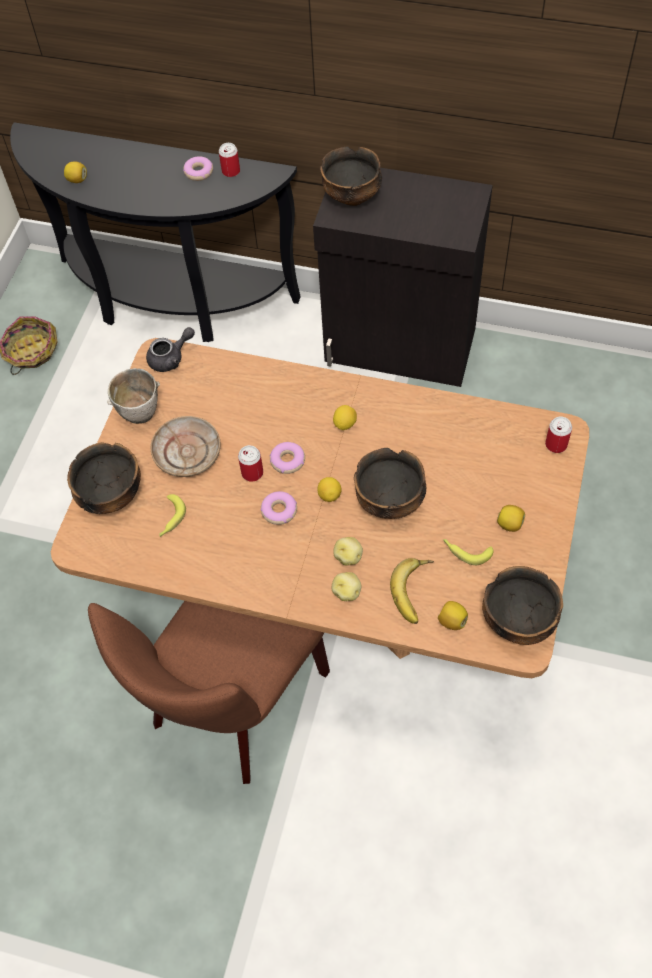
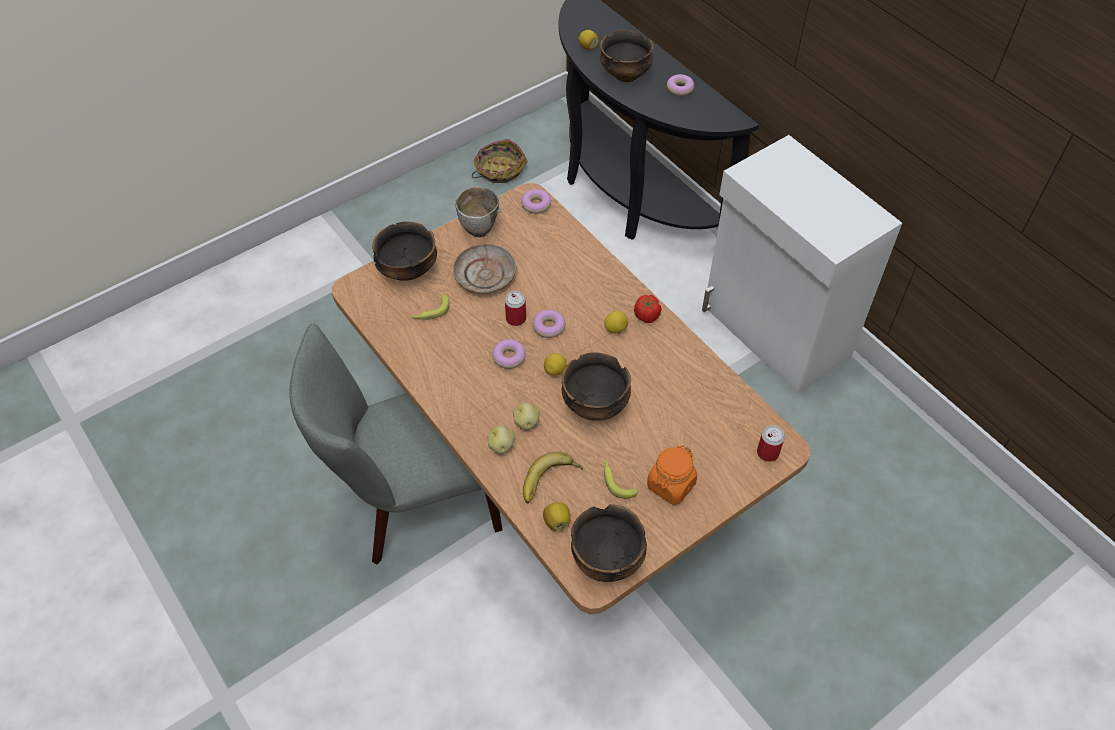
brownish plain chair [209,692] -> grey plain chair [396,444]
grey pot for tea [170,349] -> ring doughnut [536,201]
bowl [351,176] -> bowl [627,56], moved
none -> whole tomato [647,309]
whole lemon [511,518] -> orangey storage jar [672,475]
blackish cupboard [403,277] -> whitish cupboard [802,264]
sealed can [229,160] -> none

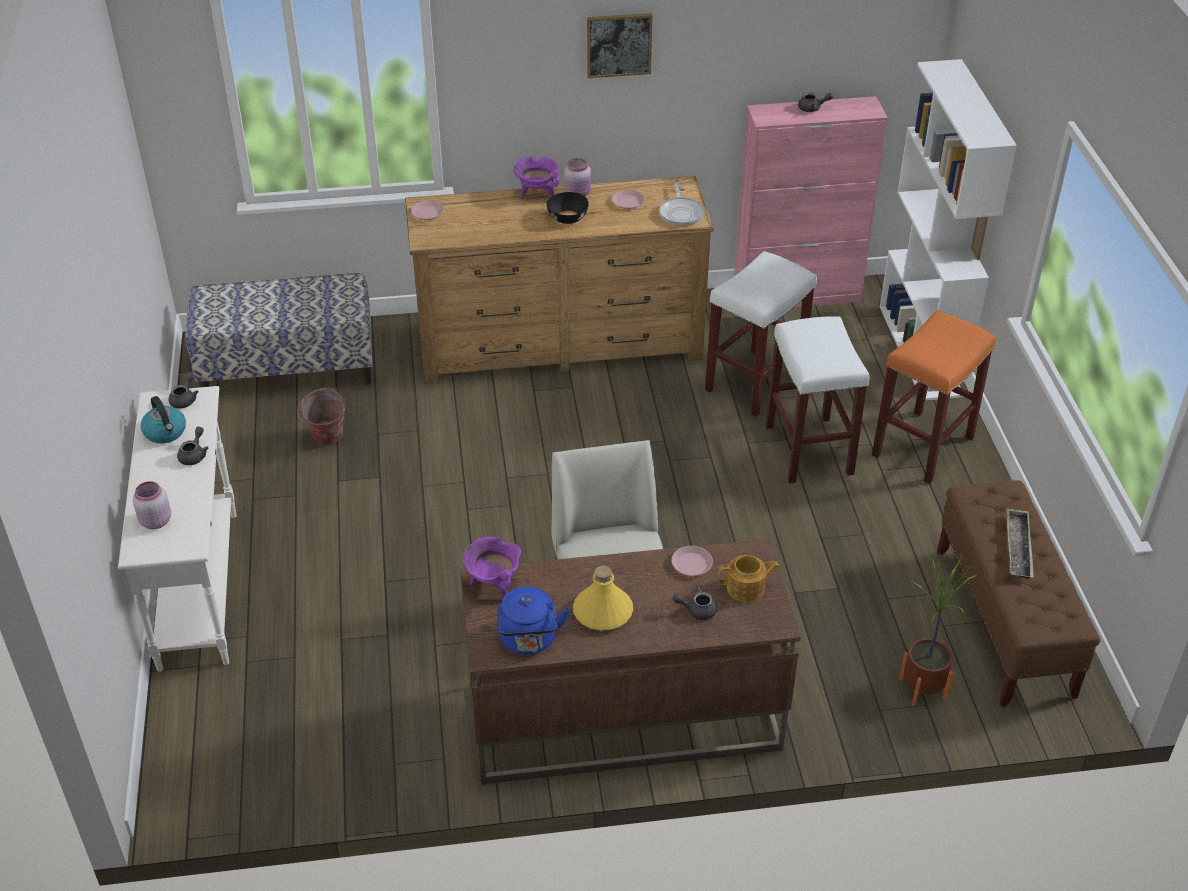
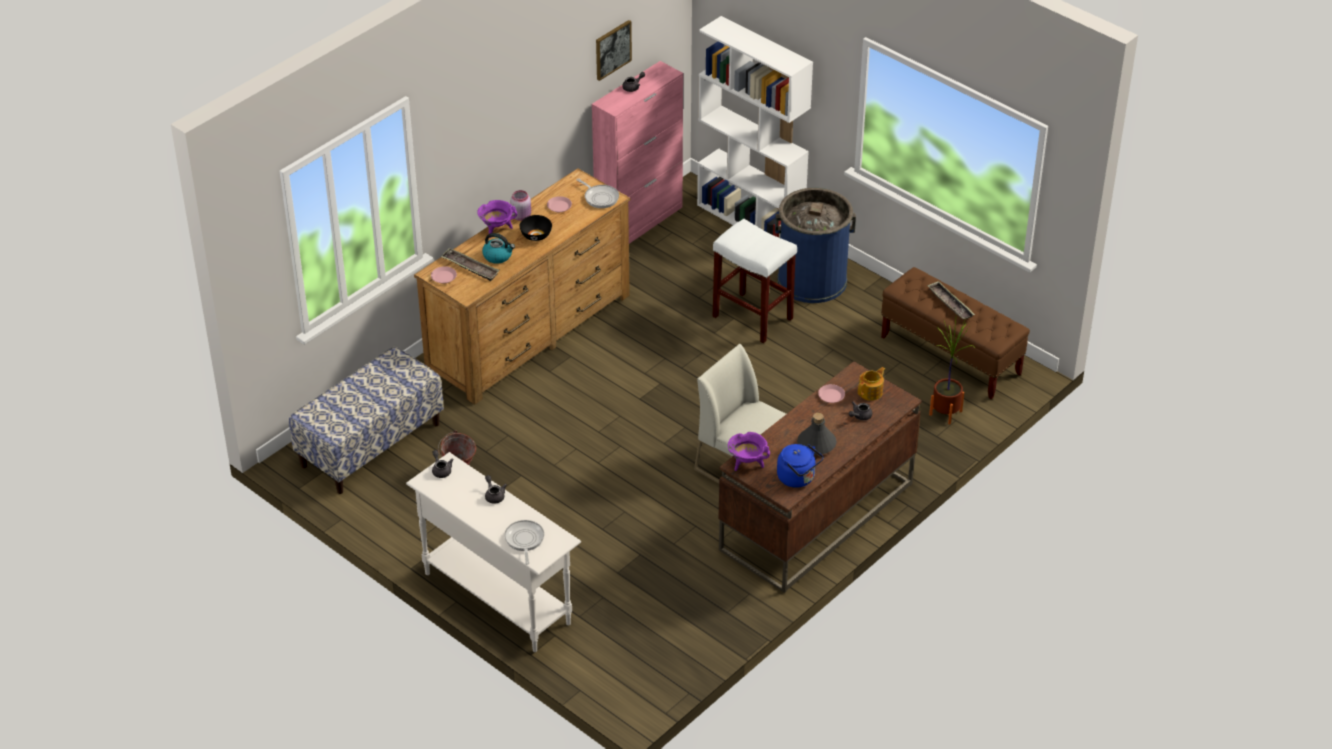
none -> tray [470,264]
kettle [163,419] -> kettle [498,248], moved
pink storage jar [152,505] -> skillet [524,542]
wall art [620,45] -> wall art [614,50], moved
orangey stool [934,397] -> bluish rubbish bin [815,245]
yellow beverage bottle [603,598] -> grey beverage bottle [817,434]
whitish stool [761,334] -> none

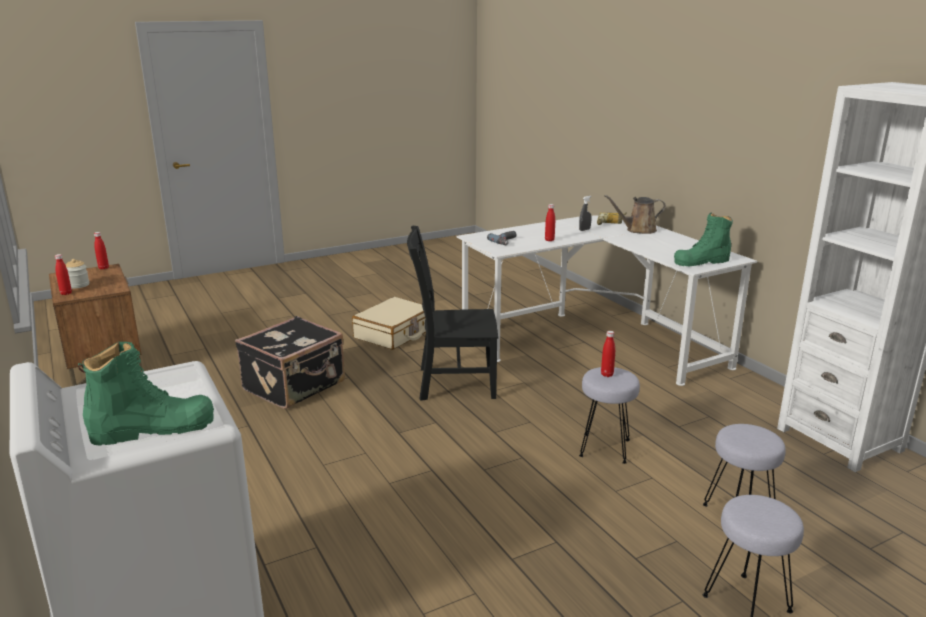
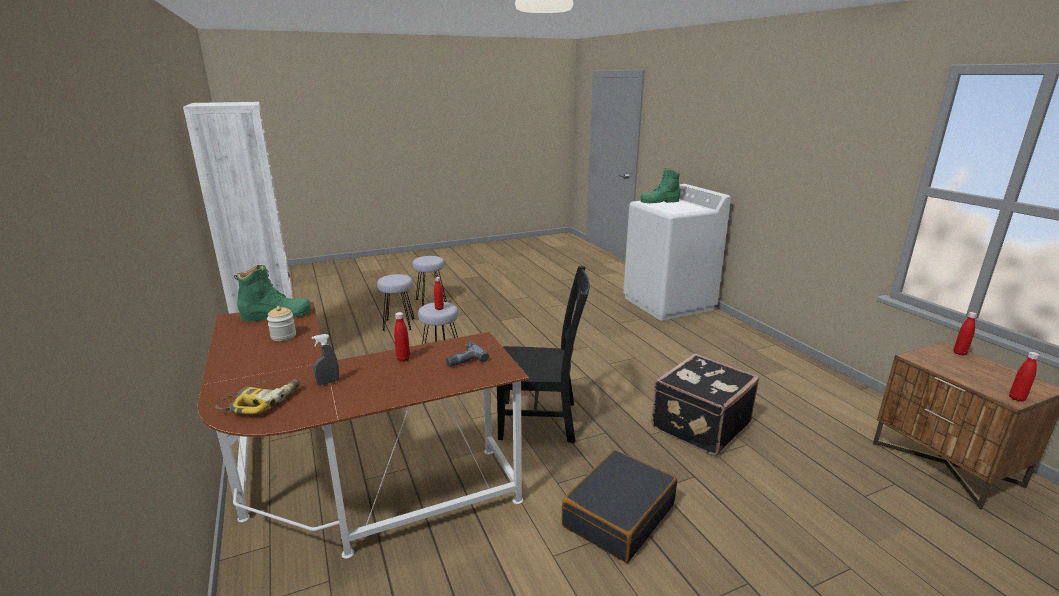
whitish desk [606,301] -> brownish desk [363,430]
storage jar [77,274] -> storage jar [281,323], moved
beige-coloured travel case [389,323] -> blackish travel case [619,506]
brownish watering pot [635,214] -> none

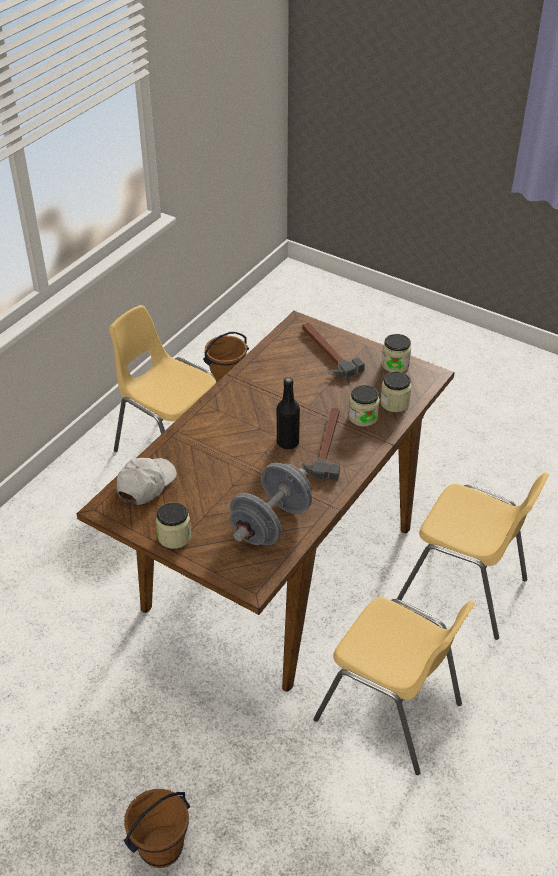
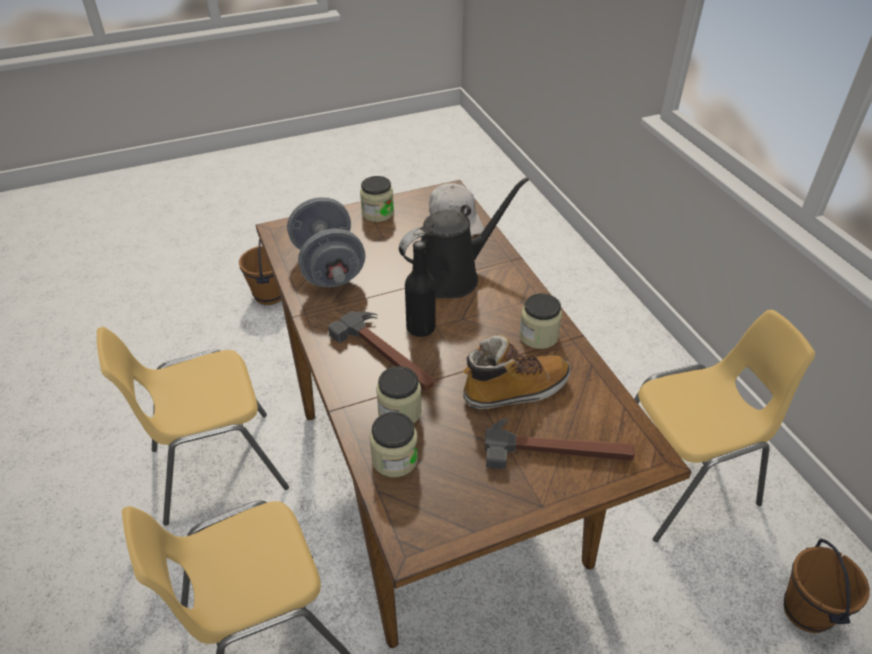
none -> blackish watering pot [464,237]
none -> boot [516,372]
storage jar [396,353] -> storage jar [540,321], moved

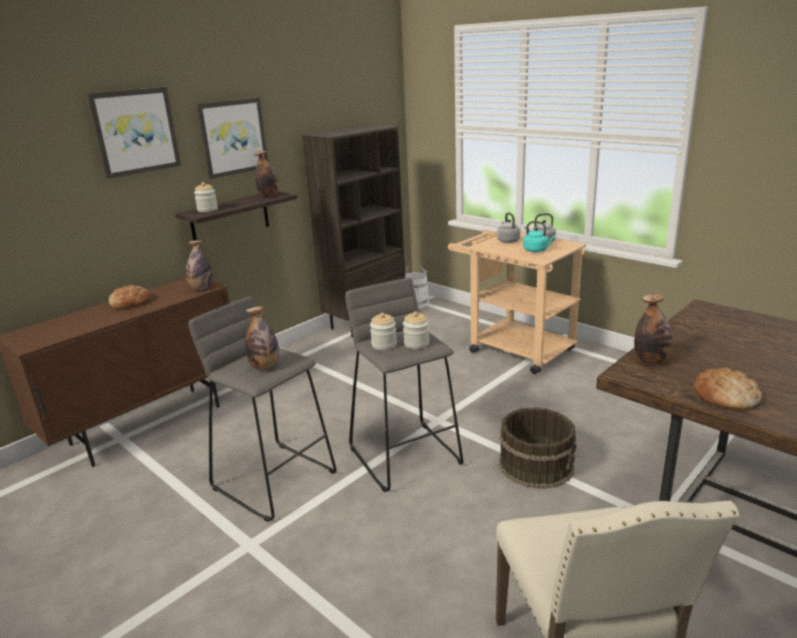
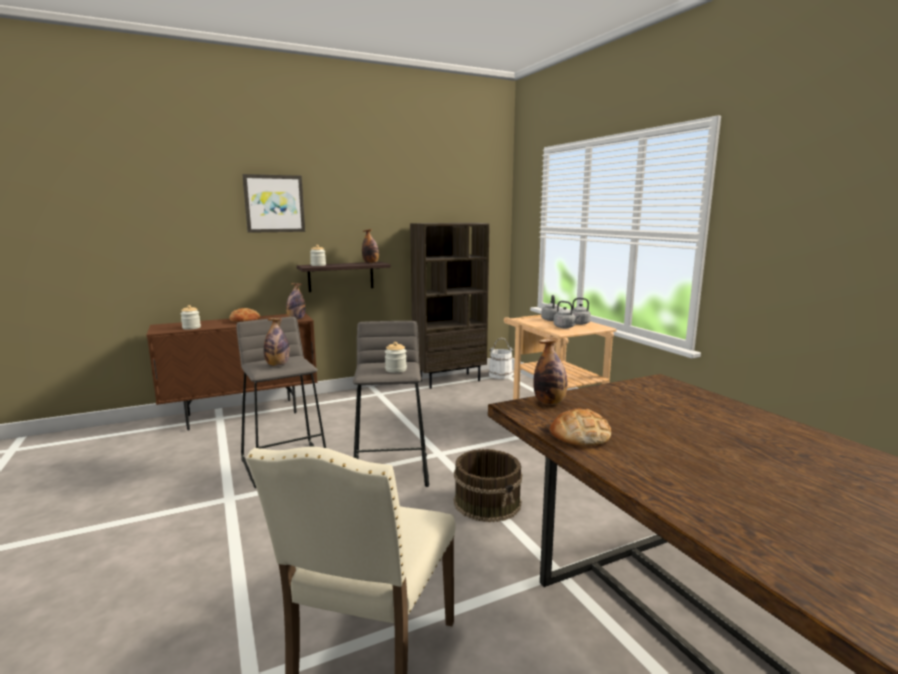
storage jar [383,331] -> storage jar [190,317], moved
turquoise-coloured kettle [539,236] -> grey kettle [566,314]
wall art [232,138] -> none

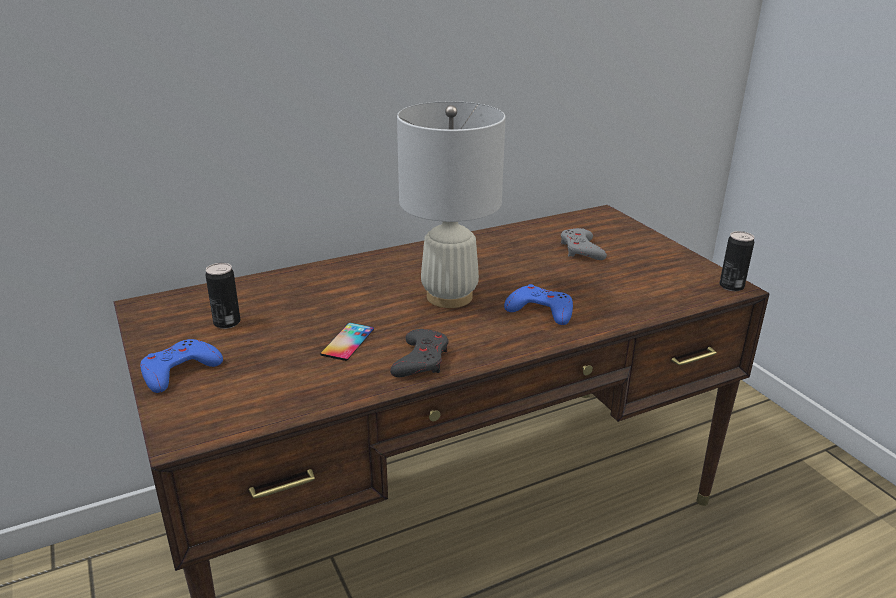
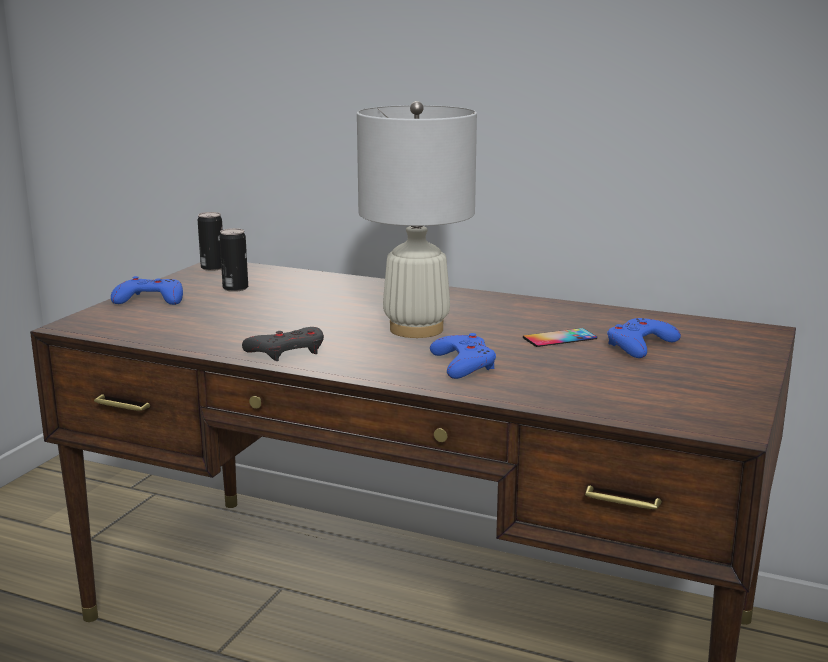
sealed can [736,261] -> sealed can [210,241], moved
handset [347,342] -> handset [560,337], moved
grey game controller [584,244] -> bluish game controller [644,338]

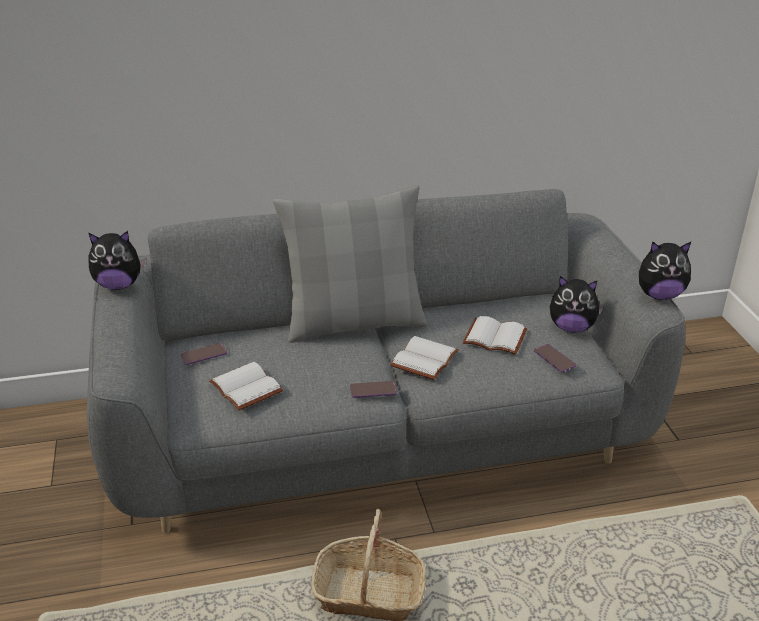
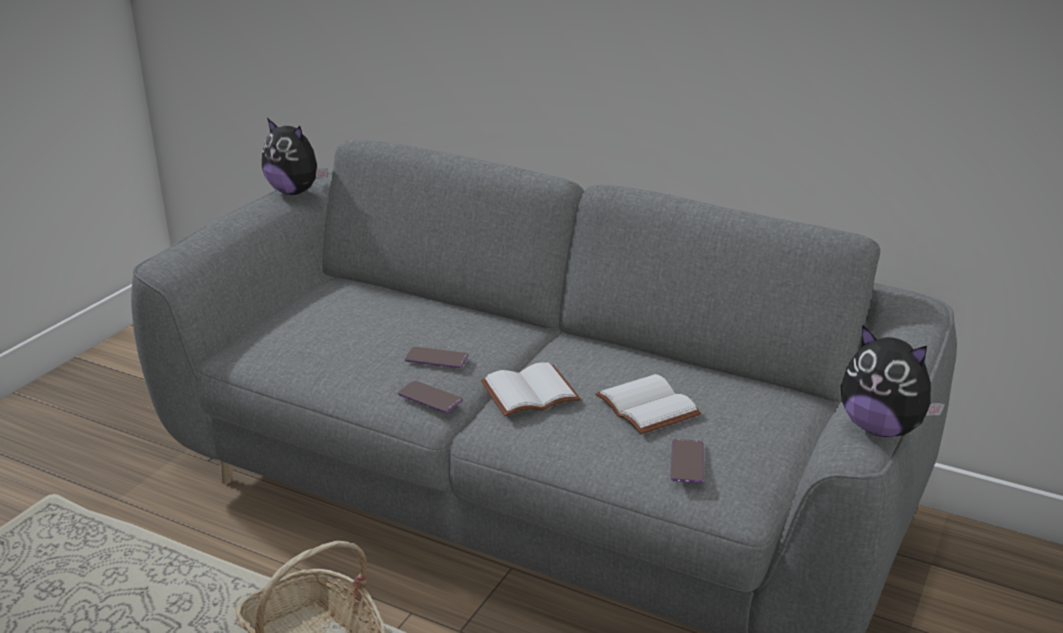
handset [204,354] -> handset [437,357], moved
whitish volume [246,386] -> none
grey throw pillow [350,264] -> none
cuddly toy [576,304] -> none

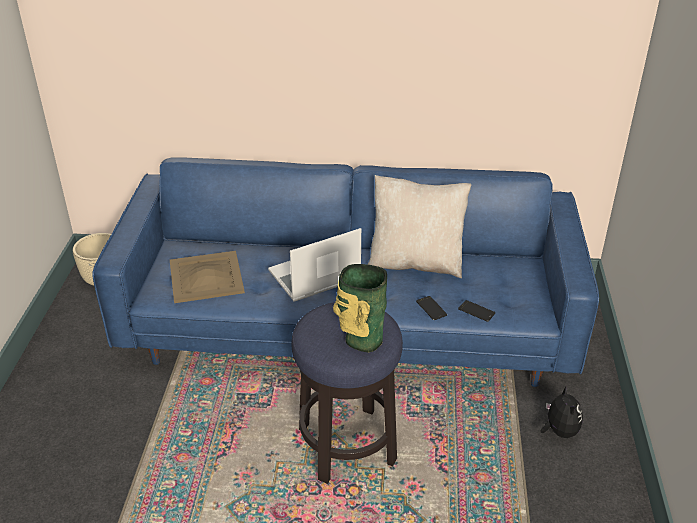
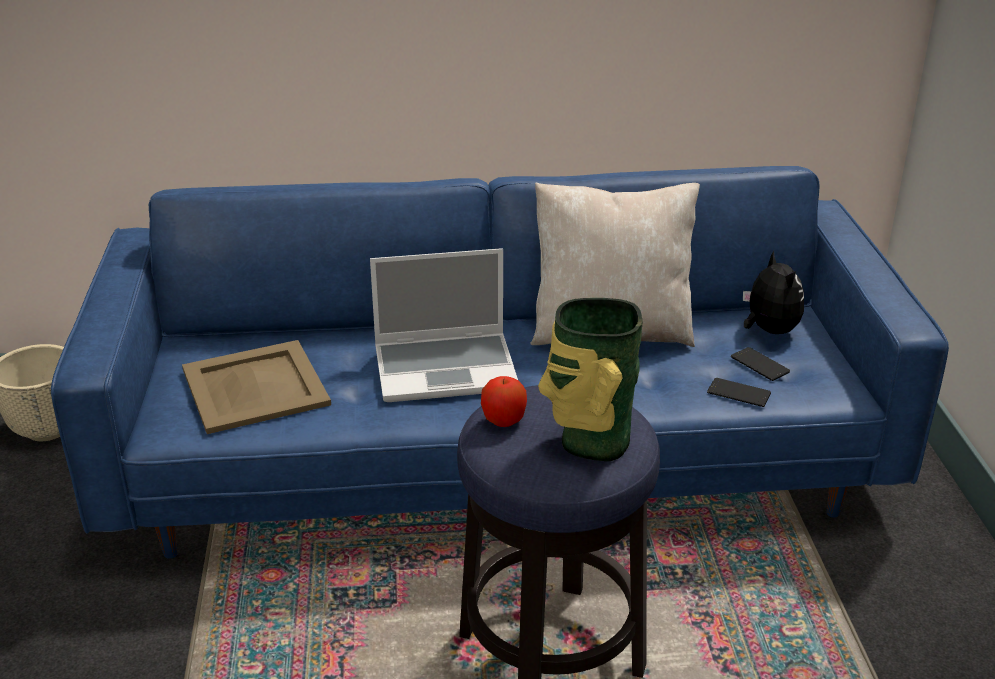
notebook computer [314,265] -> notebook computer [444,325], 150 degrees counterclockwise
none -> whole apple [504,401]
handset [431,308] -> handset [760,364], moved
cuddly toy [561,412] -> cuddly toy [773,292], moved

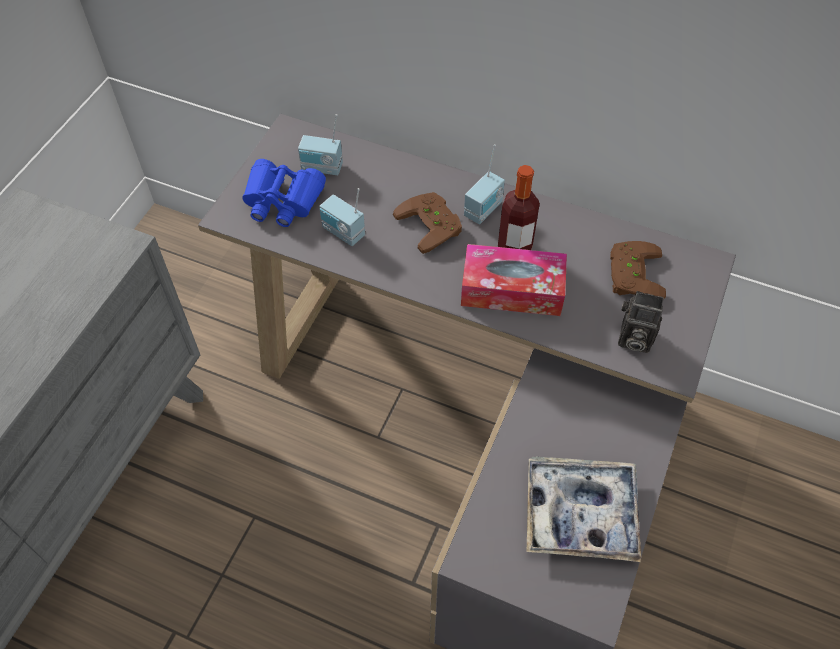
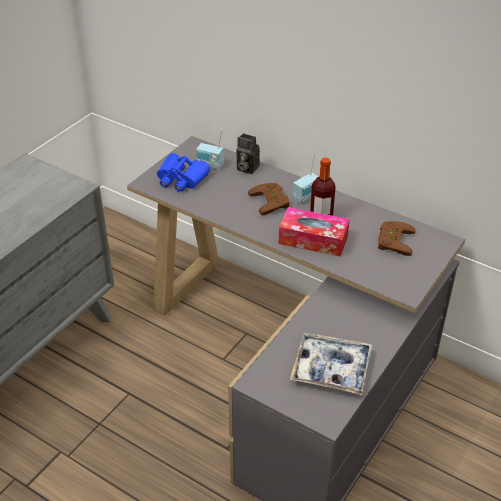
still camera [641,322] -> still camera [248,153], moved
radio receiver [342,217] -> none

